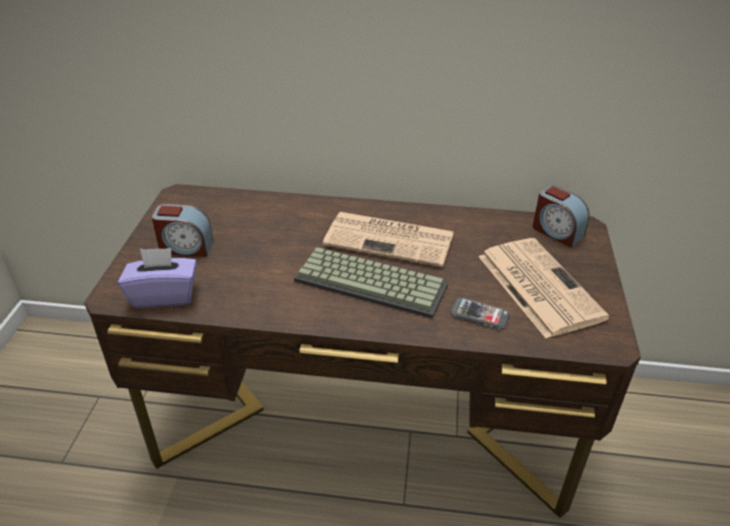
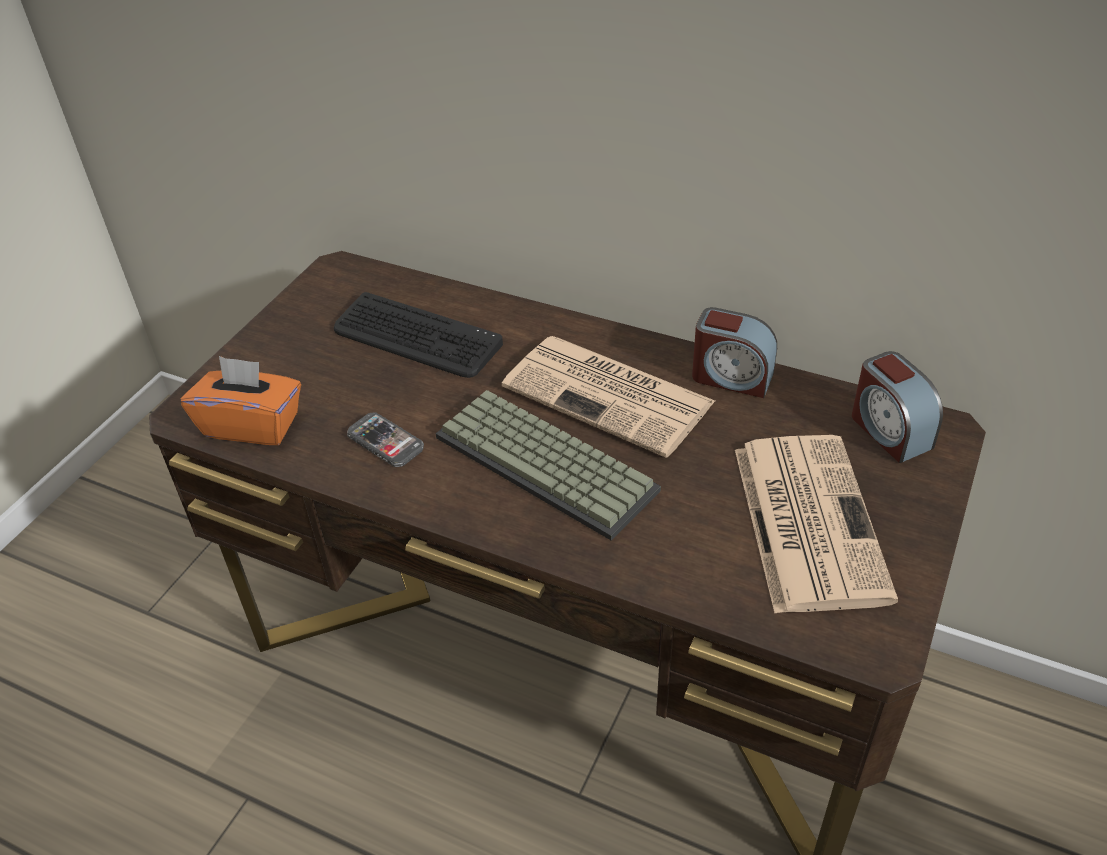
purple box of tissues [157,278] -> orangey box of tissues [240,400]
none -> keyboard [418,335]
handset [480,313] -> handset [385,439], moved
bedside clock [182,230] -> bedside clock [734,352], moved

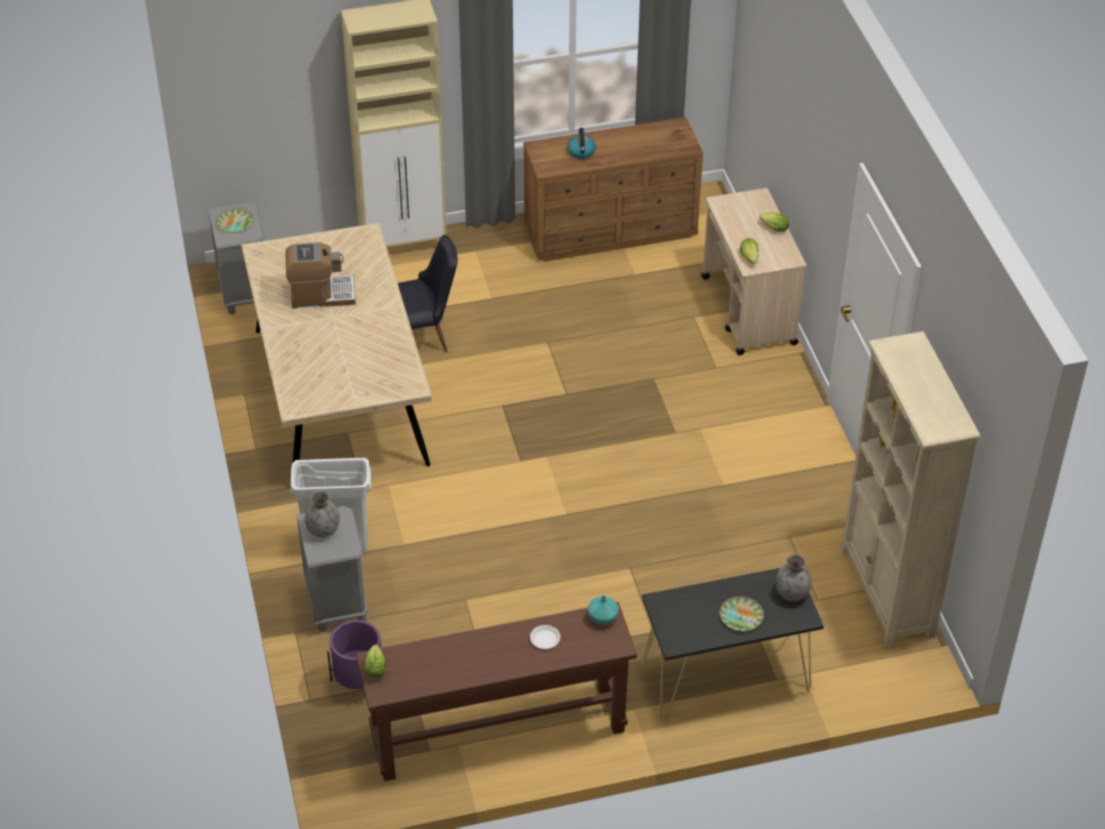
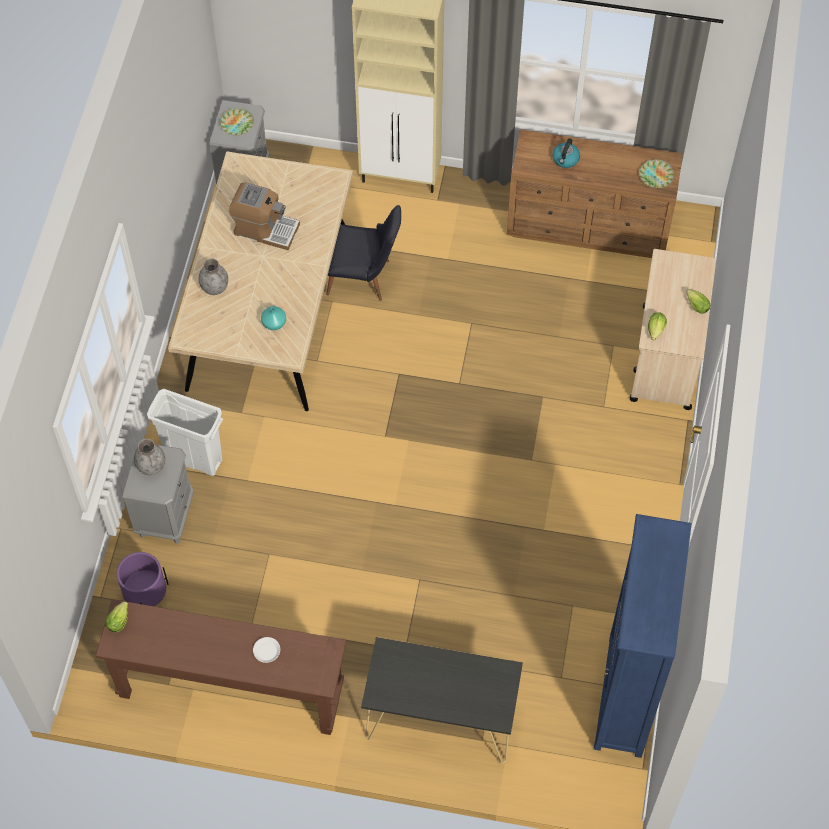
grey decorative vase [794,577] -> grey decorative vase [213,276], moved
turquoise-coloured decorative vase [603,610] -> turquoise-coloured decorative vase [273,318], moved
beige-coloured shelving unit [910,489] -> bluish shelving unit [643,636]
plate [741,613] -> plate [656,173], moved

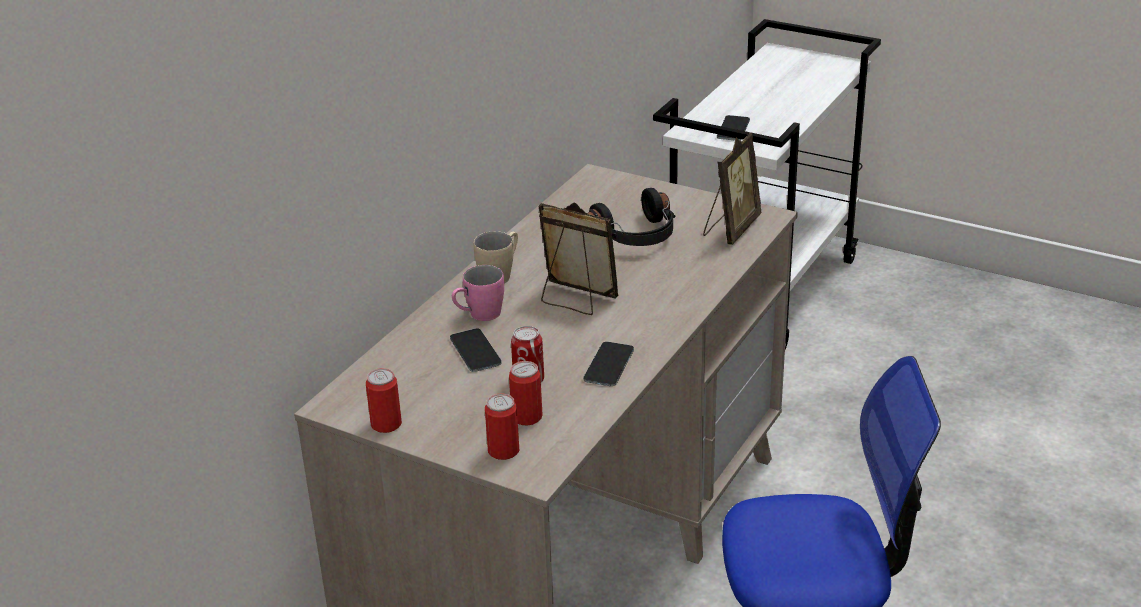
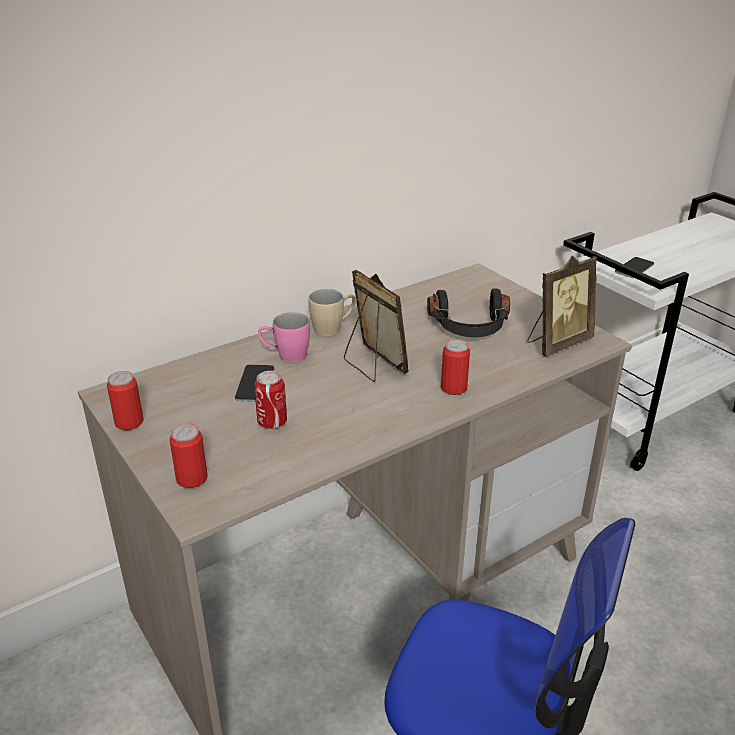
sealed can [526,393] -> sealed can [455,367], moved
handset [608,364] -> none

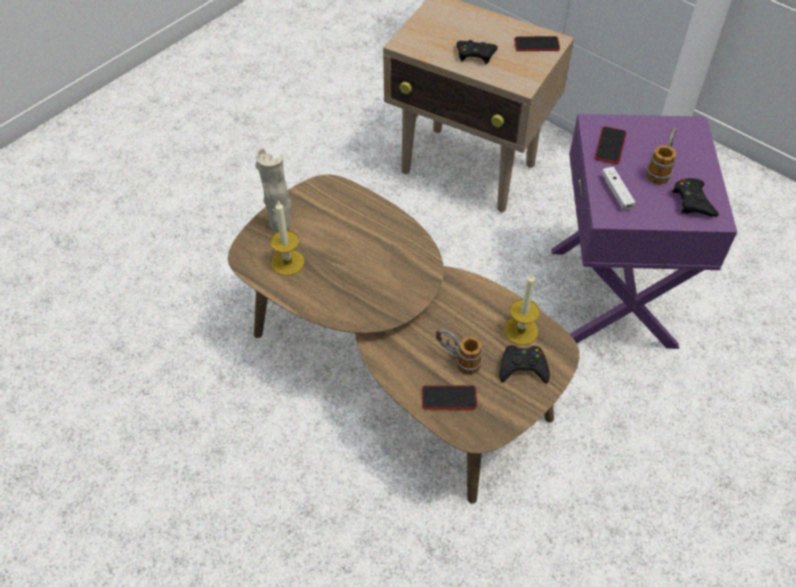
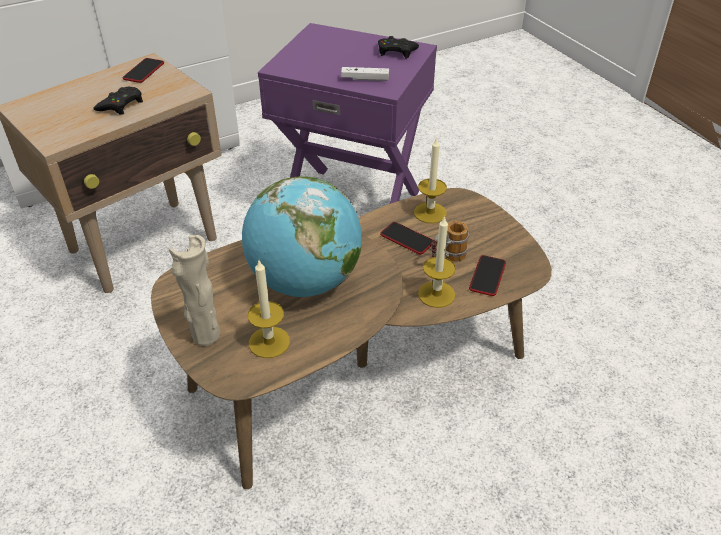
none -> globe [302,236]
handset [610,145] -> handset [406,238], moved
none -> wax candle [437,262]
blackish game controller [524,364] -> none
mug [661,155] -> none

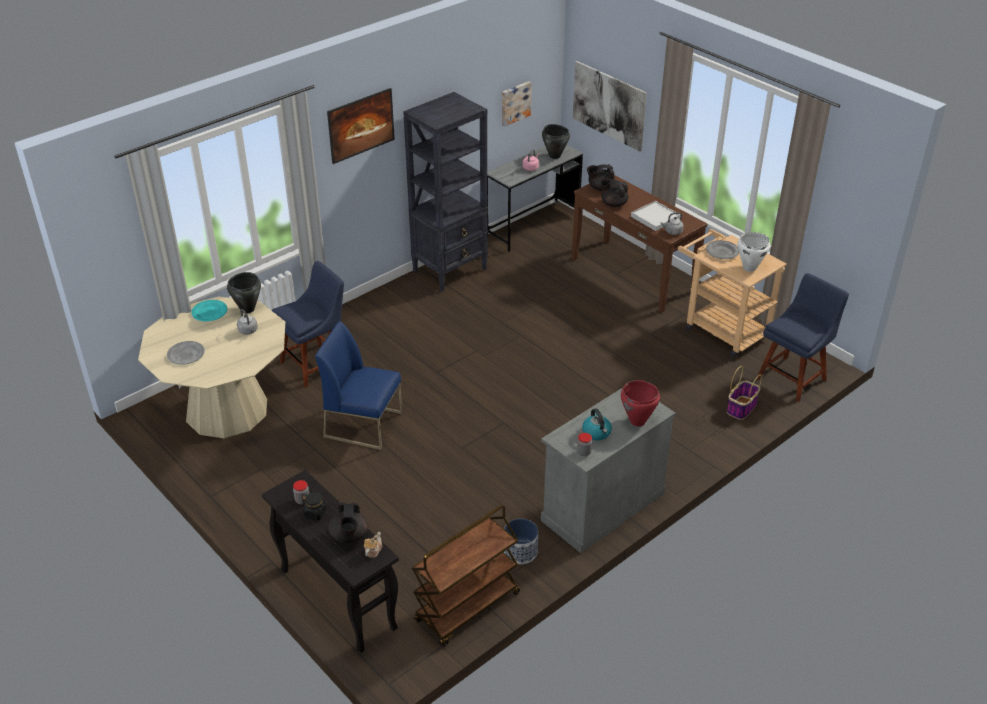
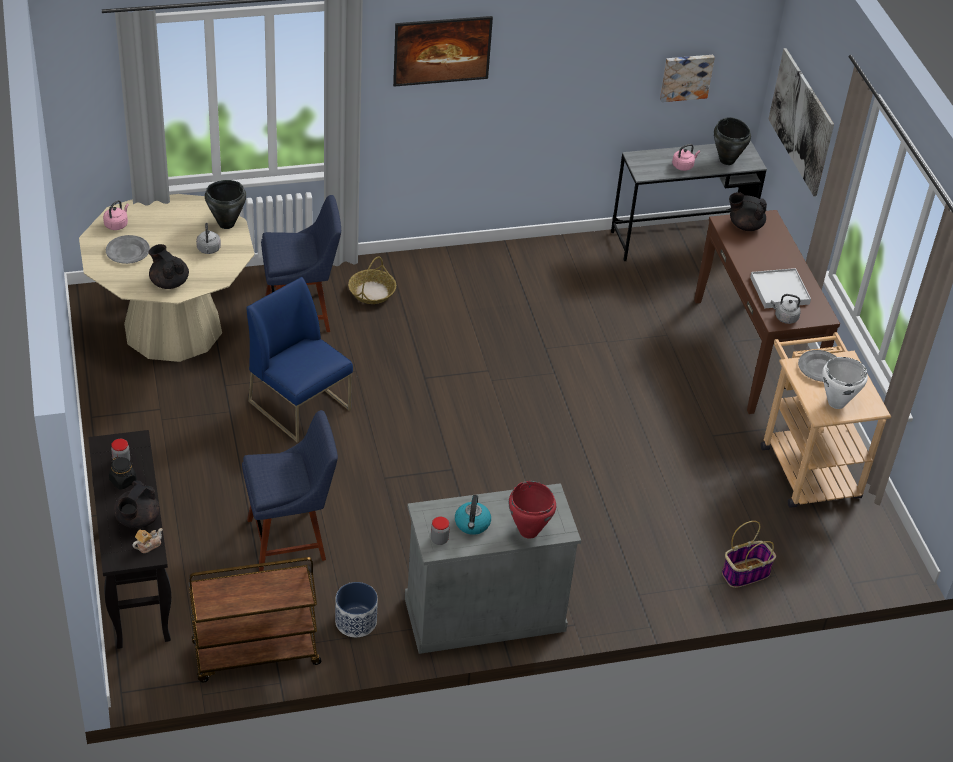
none -> pink kettle [116,215]
blackish pot for tea [613,192] -> blackish pot for tea [169,266], moved
bluish plain chair [803,337] -> bluish plain chair [290,490], moved
none -> basket [372,280]
turquoise-coloured plate [209,310] -> none
blackish shelving unit [445,192] -> none

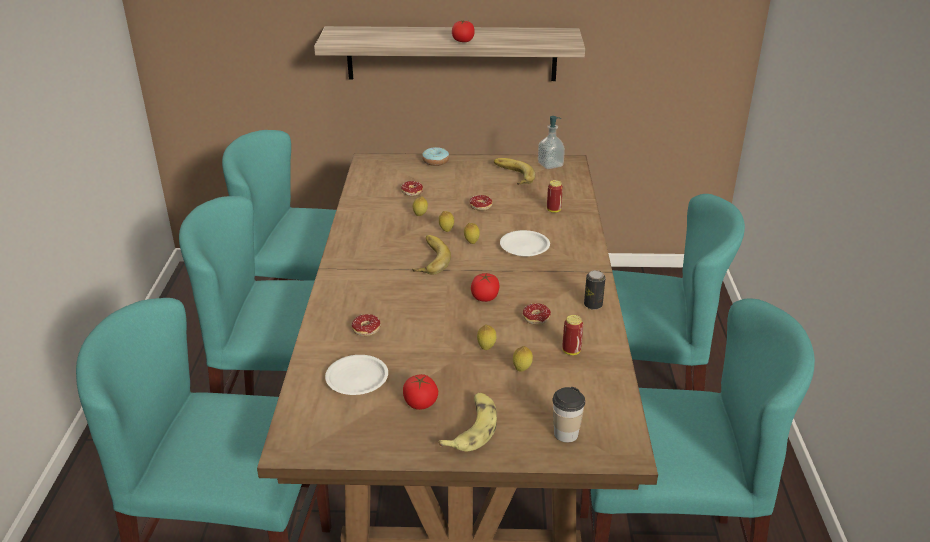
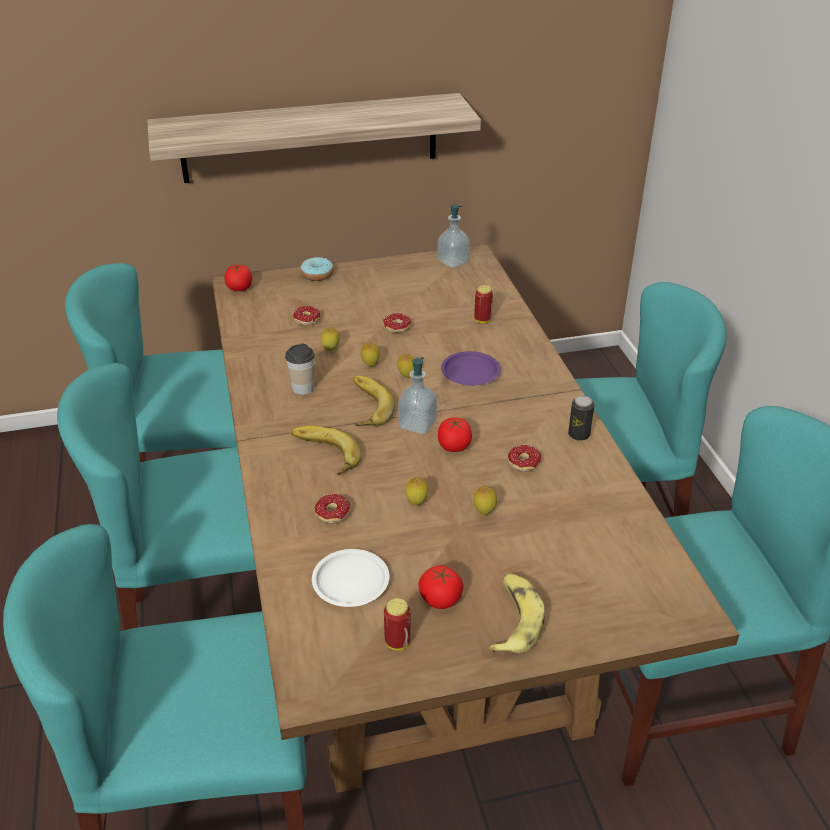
whole tomato [463,31] -> whole tomato [238,278], moved
drinking cup [568,415] -> drinking cup [300,369], moved
whole banana [515,171] -> whole banana [326,450], moved
sealed can [572,335] -> sealed can [397,624], moved
none -> liquid soap bottle [417,396]
whole lemon [523,359] -> whole lemon [416,491], moved
whitish plate [525,243] -> purple plate [471,368]

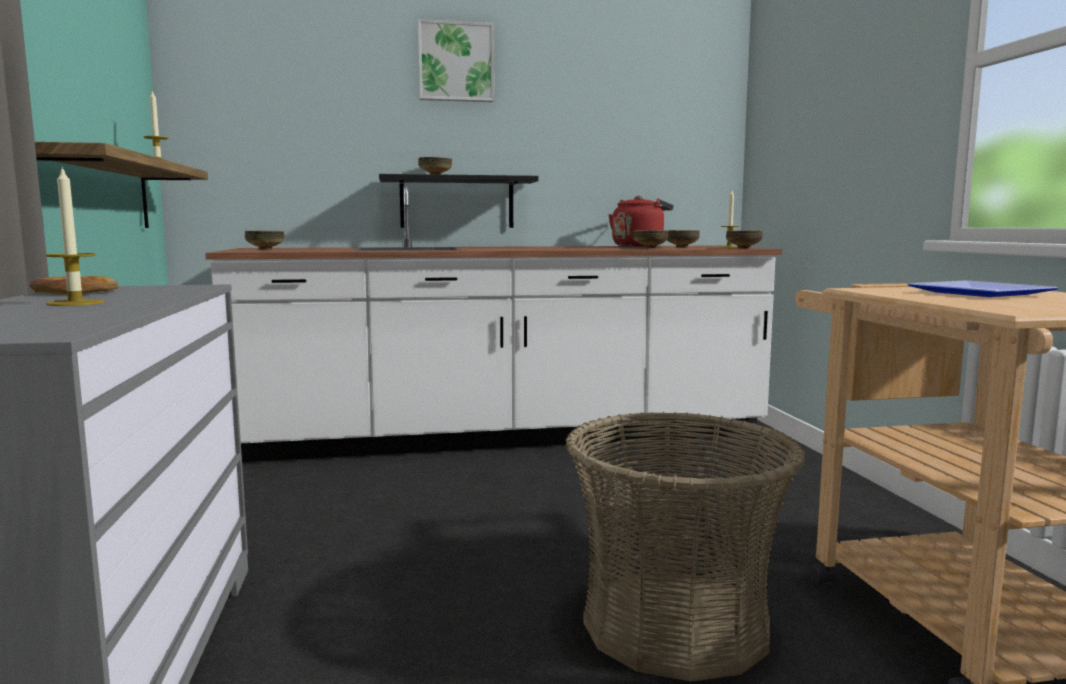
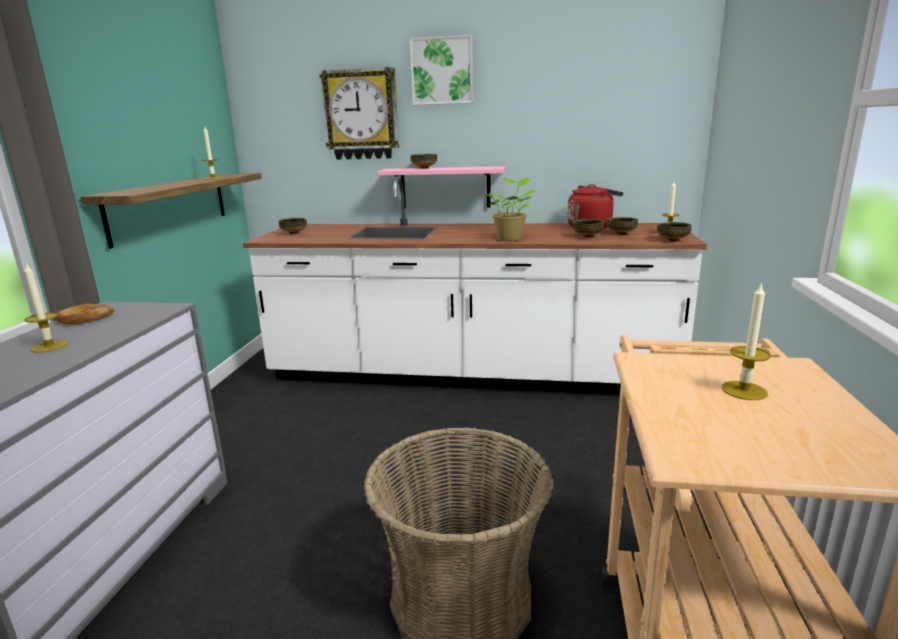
none -> hanging clock [359,113]
blackish wall shelf [459,201] -> pink wall shelf [441,187]
none -> potted plant [510,209]
plate [982,288] -> wax candle [746,341]

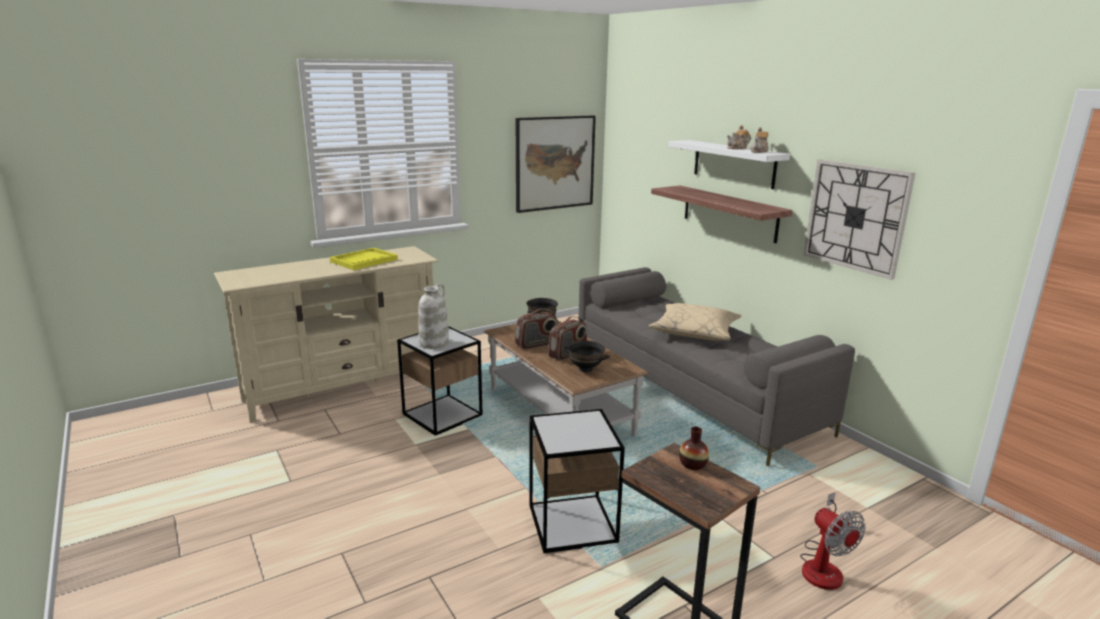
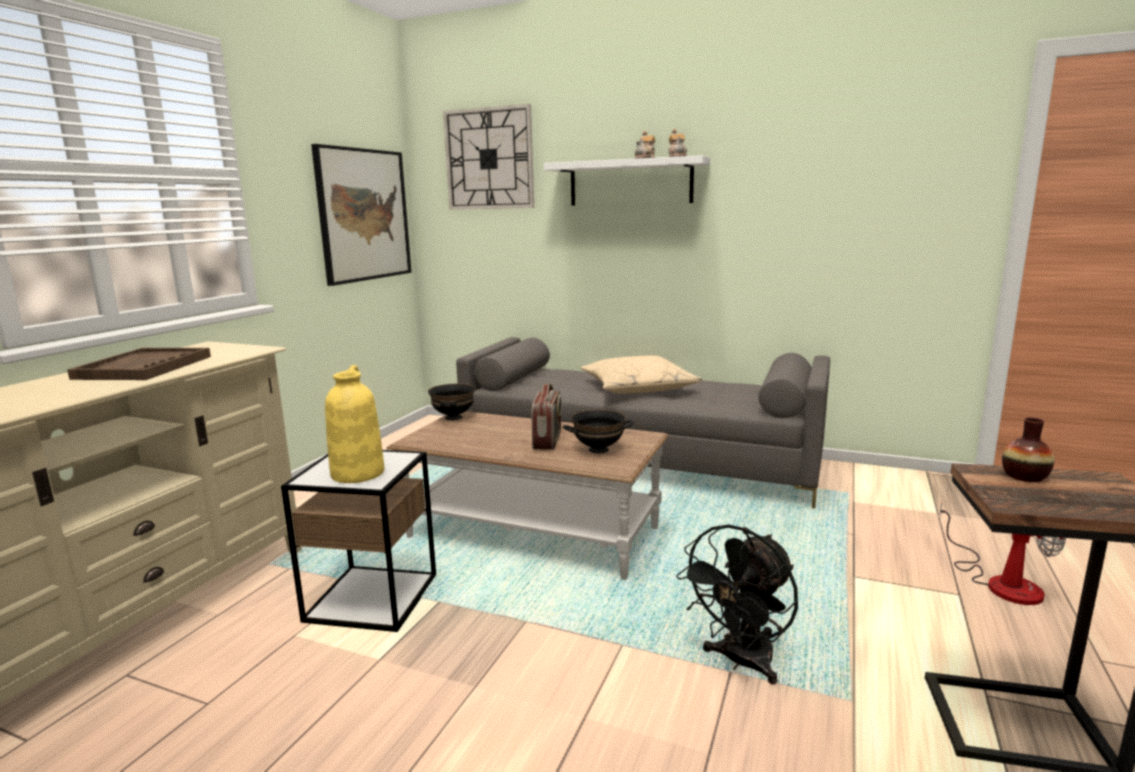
yellow tray [364,259] -> brownish tray [139,364]
whitish decorative vase [434,316] -> yellow decorative vase [354,424]
hanging clock [859,219] -> hanging clock [488,157], moved
end table [577,481] -> blackish cooling fan [737,604]
radio receiver [536,329] -> none
wall shelf [722,214] -> none

